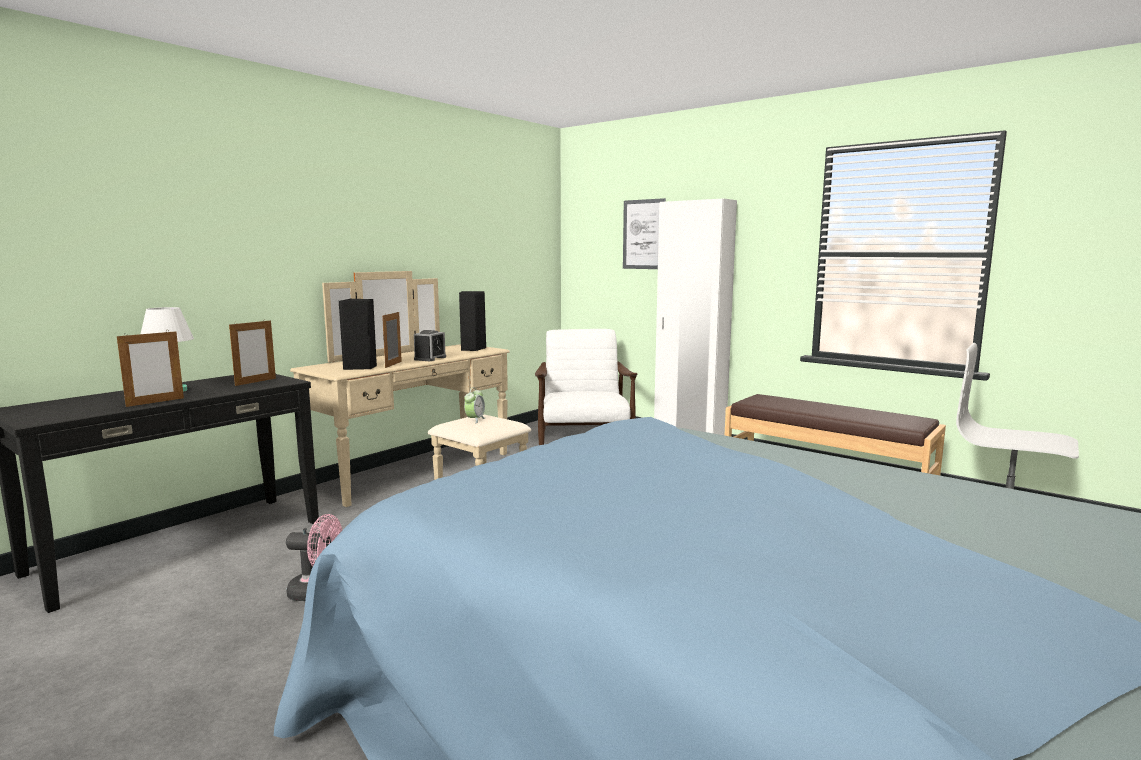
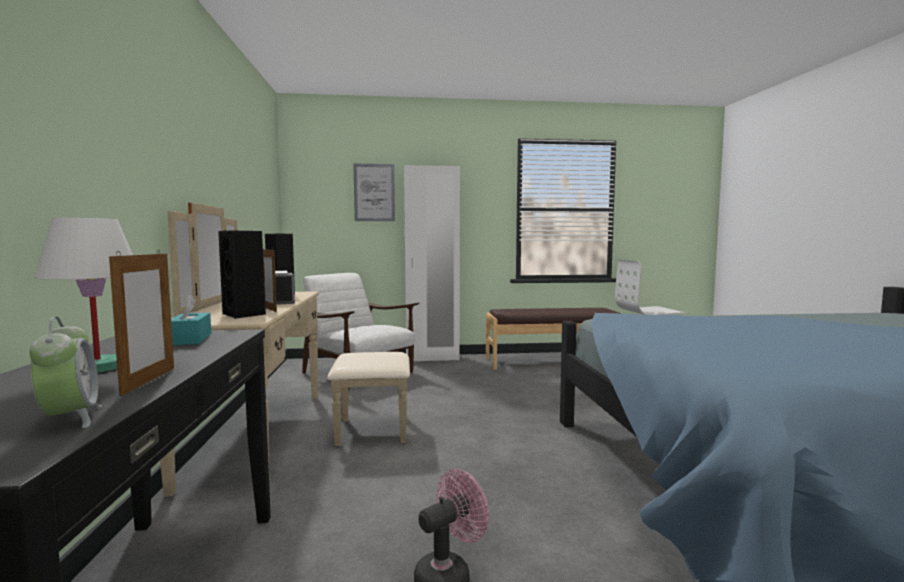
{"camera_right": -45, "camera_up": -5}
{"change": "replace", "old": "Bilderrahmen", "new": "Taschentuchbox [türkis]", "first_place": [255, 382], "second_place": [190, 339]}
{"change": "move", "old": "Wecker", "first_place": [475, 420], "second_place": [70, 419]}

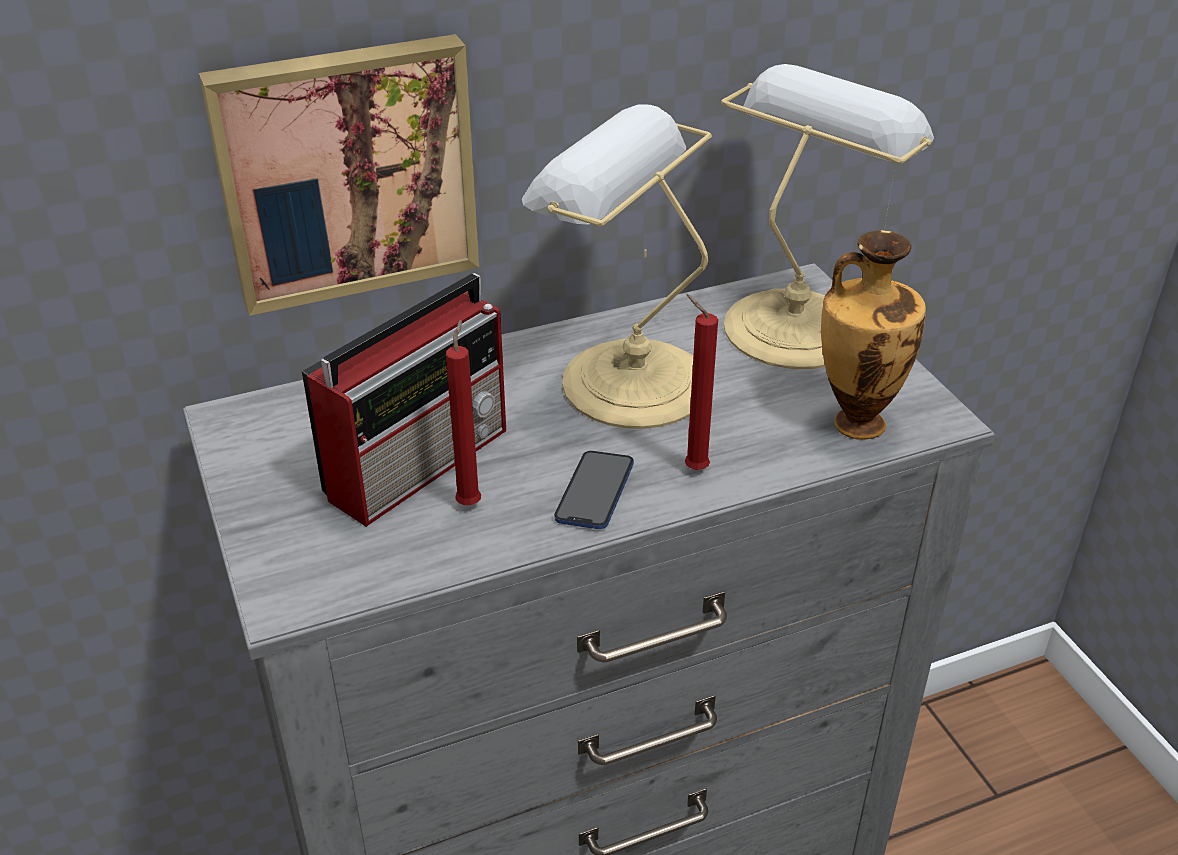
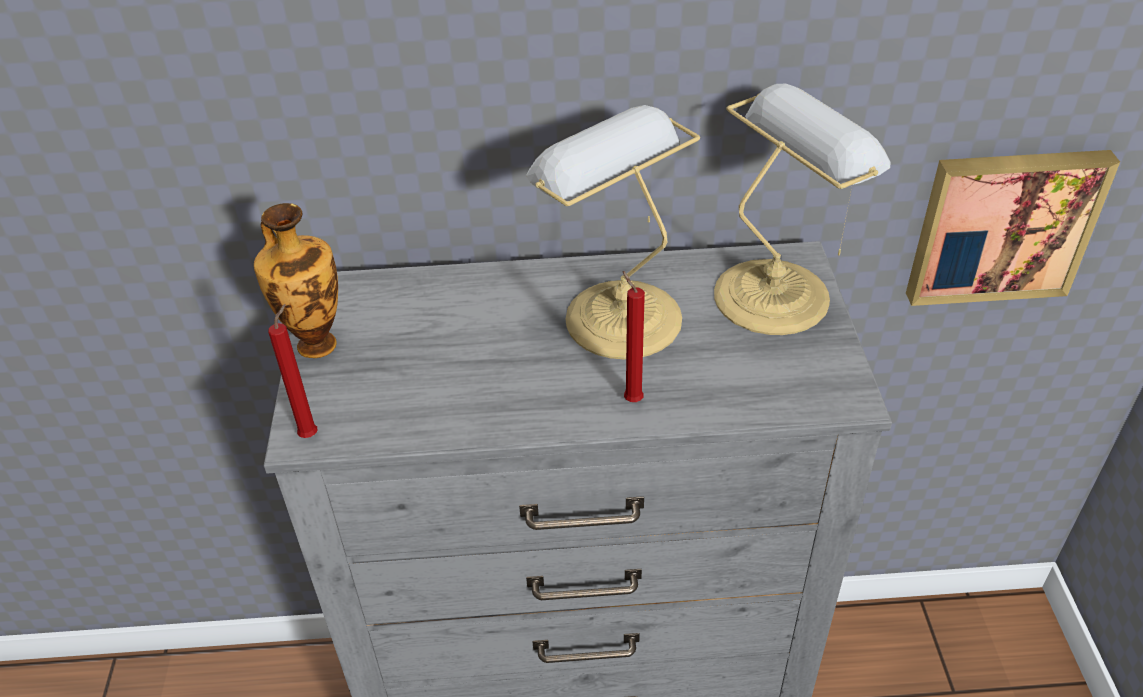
{"camera_right": 20, "camera_up": 5}
{"change": "move", "old": "Bild", "first_place": [346, 171], "second_place": [1002, 225]}
{"change": "delete", "old": "Radio", "first_place": [421, 460]}
{"change": "move", "old": "Kerze [rot]", "first_place": [470, 502], "second_place": [311, 434]}
{"change": "delete", "old": "Handy", "first_place": [594, 492]}
{"change": "move", "old": "Vase", "first_place": [855, 422], "second_place": [315, 343]}

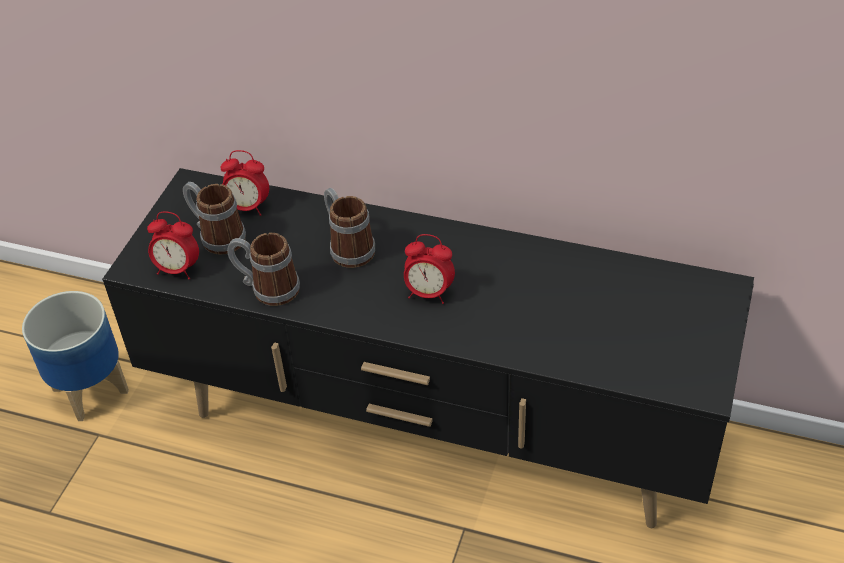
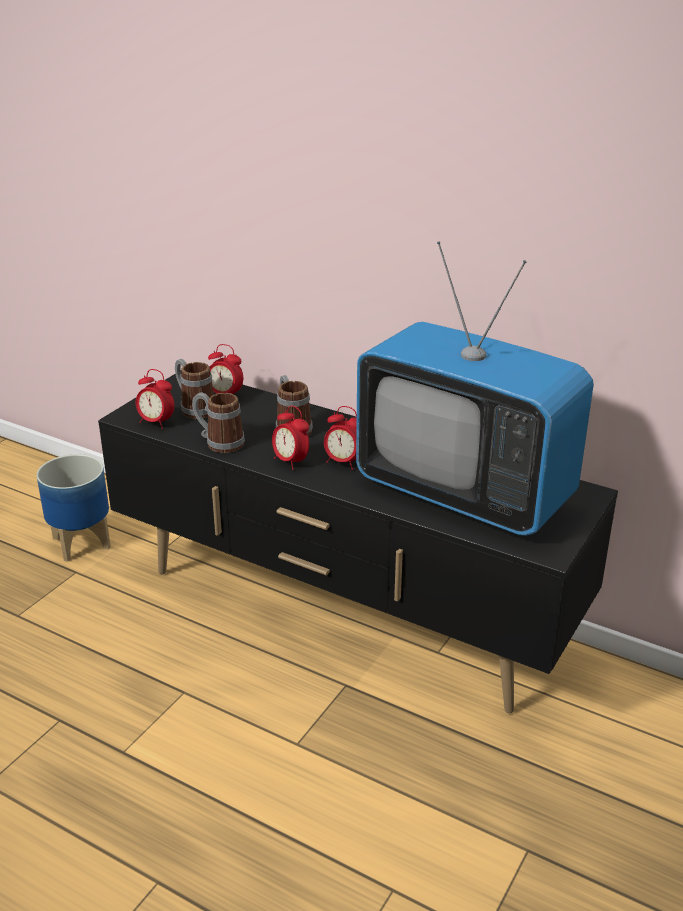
{"camera_right": 10, "camera_up": -15}
{"change": "insert", "new": "Wecker", "second_place": [290, 462]}
{"change": "insert", "new": "Fernseher", "second_place": [464, 493]}

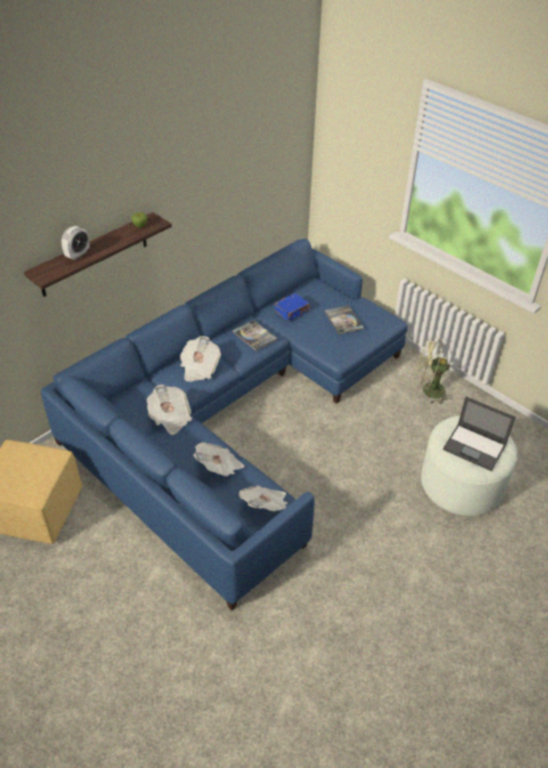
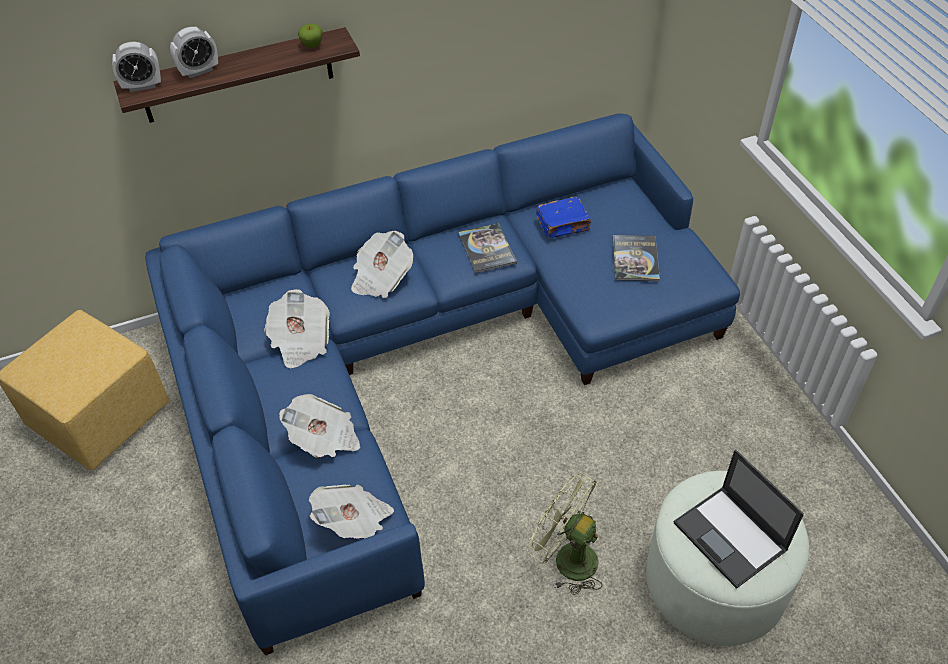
{"camera_right": 25, "camera_up": 5}
{"change": "move", "old": "Ventilator [grün]", "first_place": [428, 391], "second_place": [566, 558]}
{"change": "insert", "new": "Wecker", "second_place": [142, 86]}

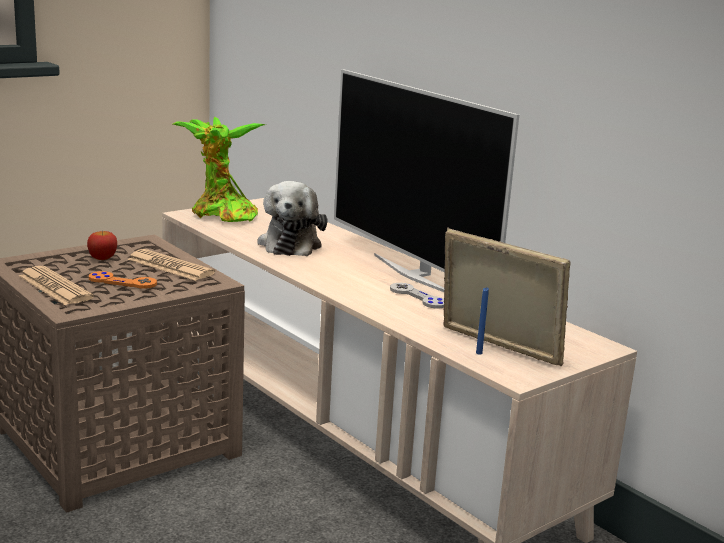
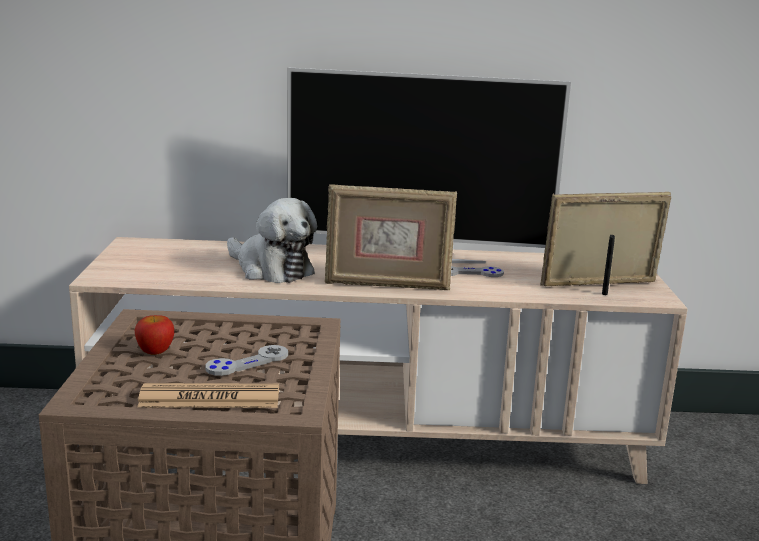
{"camera_right": -50, "camera_up": 0}
{"change": "recolor", "old": "Gamepad [orange]", "new": "Gamepad [grau]", "first_place": [122, 282], "second_place": [247, 362]}
{"change": "delete", "old": "Zeitung", "first_place": [170, 266]}
{"change": "delete", "old": "Topfpflanze", "first_place": [221, 215]}
{"change": "recolor", "old": "Kerze [blau]", "new": "Kerze [schwarz]", "first_place": [479, 353], "second_place": [604, 294]}
{"change": "insert", "new": "Bilderrahmen", "second_place": [387, 285]}

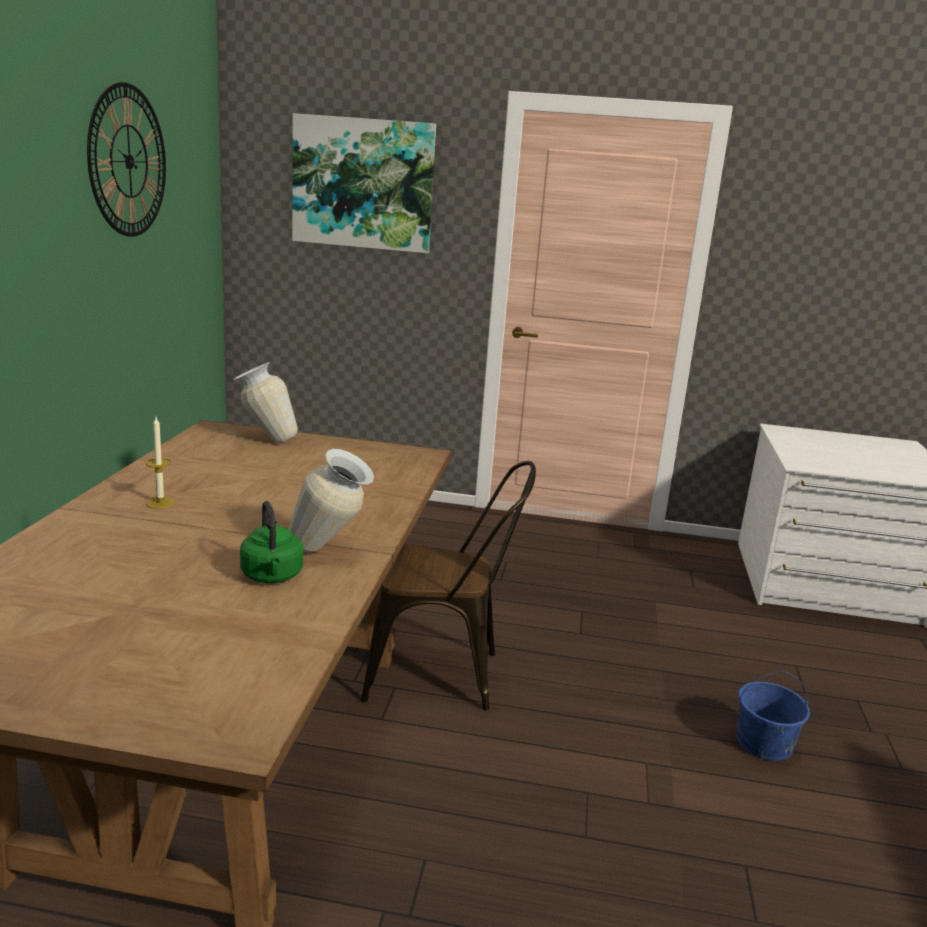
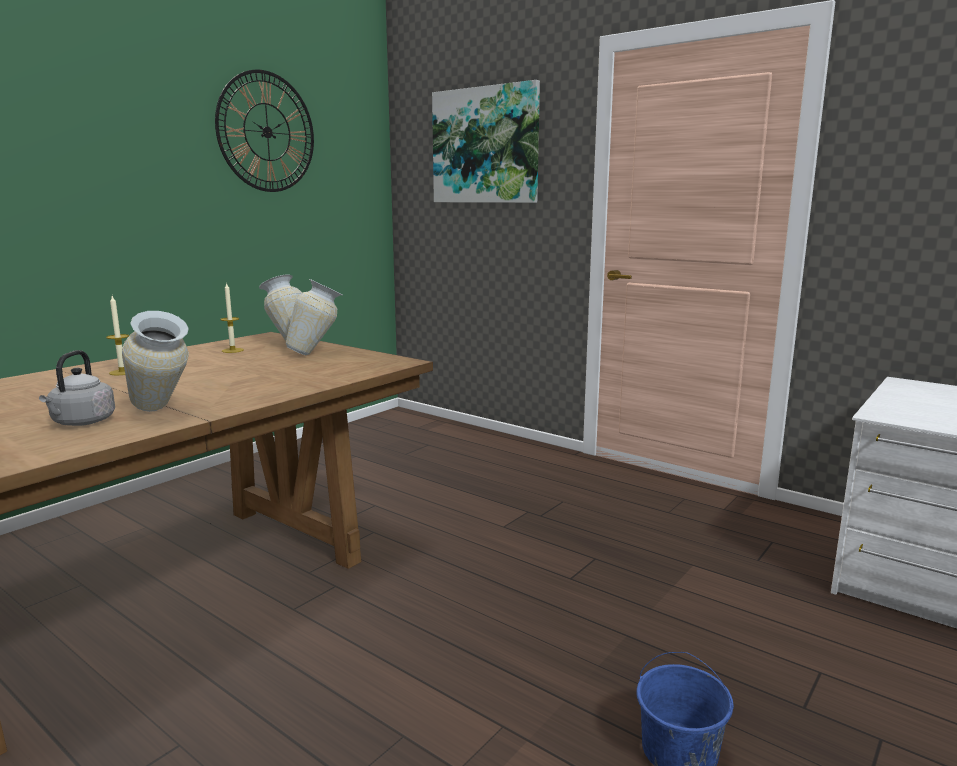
{"camera_right": 30, "camera_up": -5}
{"change": "recolor", "old": "Wasserkessel [grün]", "new": "Wasserkessel [grau]", "first_place": [272, 577], "second_place": [81, 422]}
{"change": "delete", "old": "Stuhl [braun]", "first_place": [444, 675]}
{"change": "insert", "new": "Kerze", "second_place": [232, 350]}
{"change": "insert", "new": "Vase", "second_place": [318, 354]}

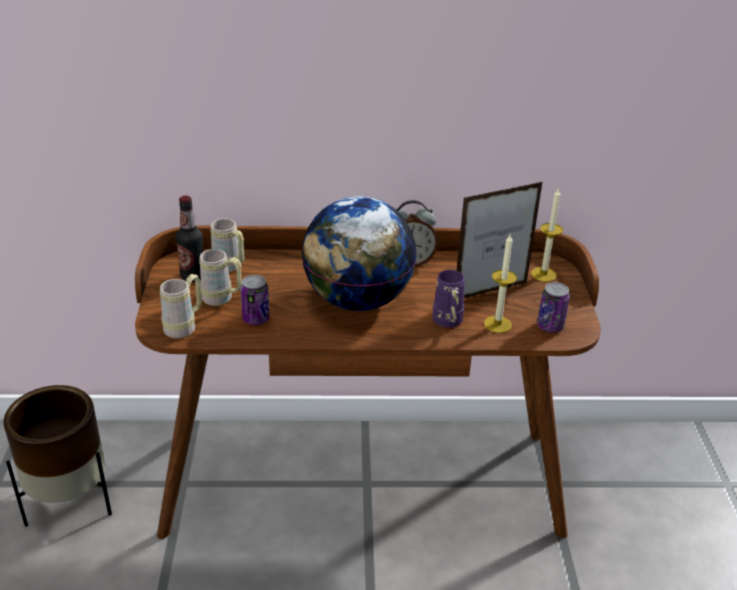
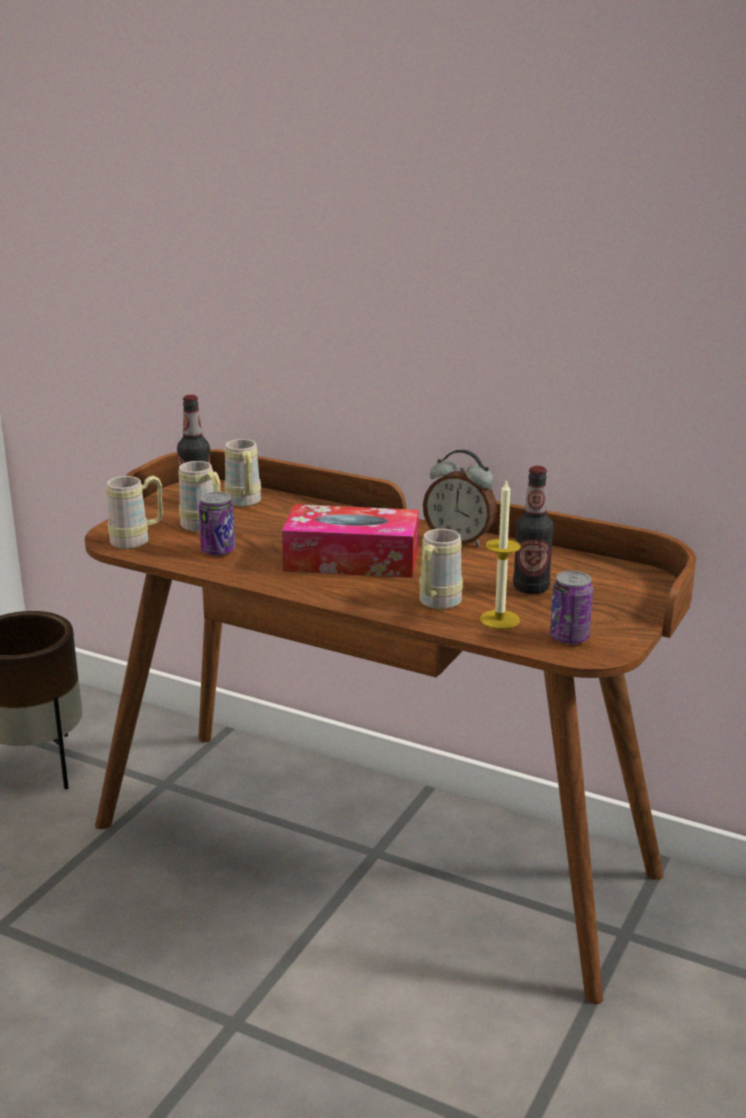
{"camera_right": 30, "camera_up": -10}
{"change": "replace", "old": "Globus", "new": "Taschentuchbox", "first_place": [357, 300], "second_place": [352, 560]}
{"change": "recolor", "old": "Henkelbecher [lila]", "new": "Henkelbecher [beige]", "first_place": [448, 323], "second_place": [436, 604]}
{"change": "replace", "old": "Bilderrahmen", "new": "Flasche", "first_place": [491, 291], "second_place": [531, 588]}
{"change": "delete", "old": "Kerze", "first_place": [543, 274]}

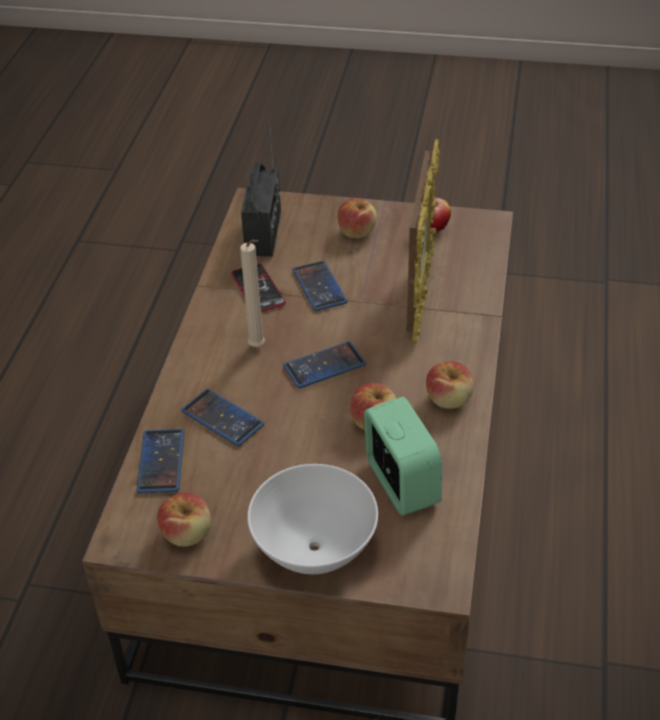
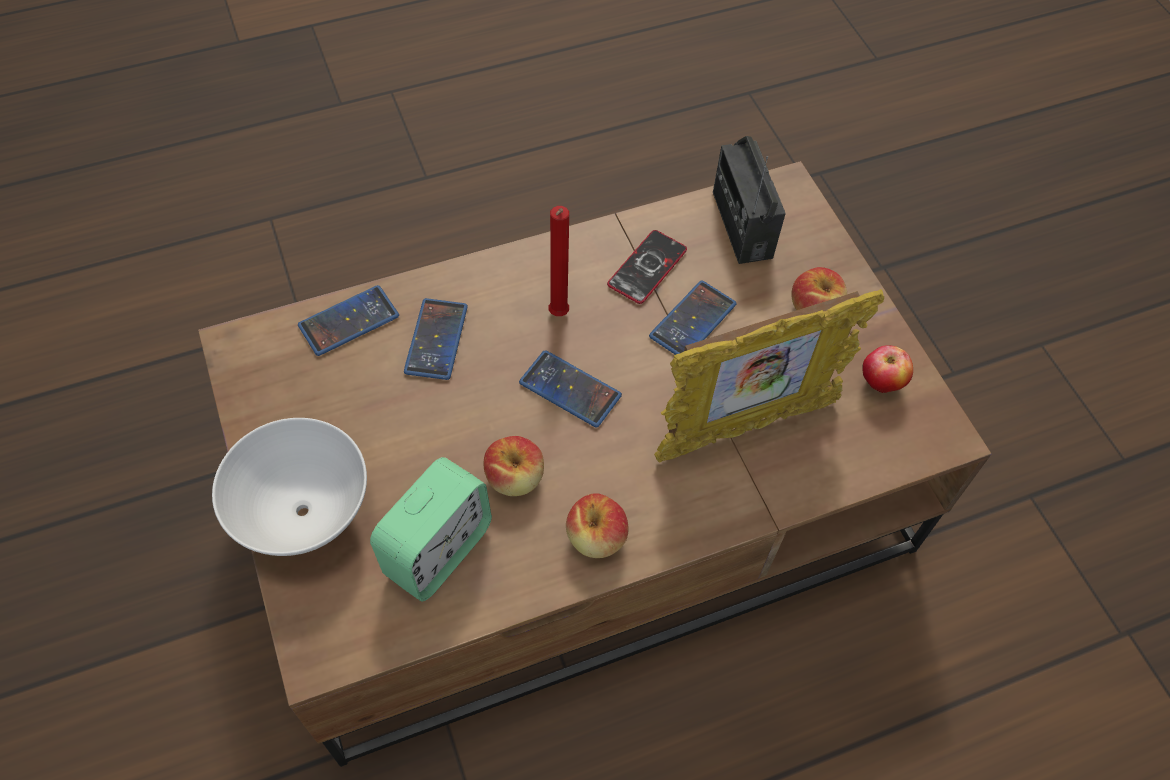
{"camera_right": 55, "camera_up": 15}
{"change": "delete", "old": "Apfel", "first_place": [187, 533]}
{"change": "recolor", "old": "Kerze [beige]", "new": "Kerze [rot]", "first_place": [258, 347], "second_place": [557, 316]}
{"change": "rotate", "old": "Radio", "first_place": [263, 233], "second_place": [741, 225], "degrees": 105}

